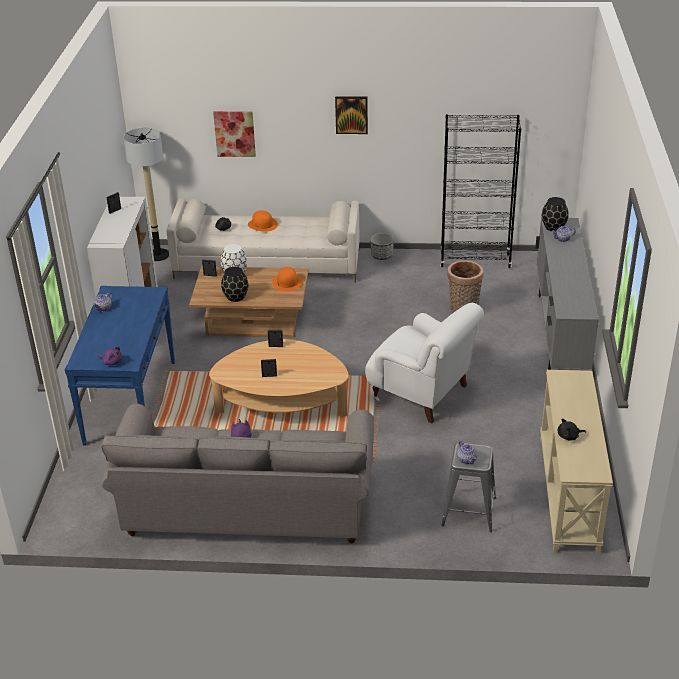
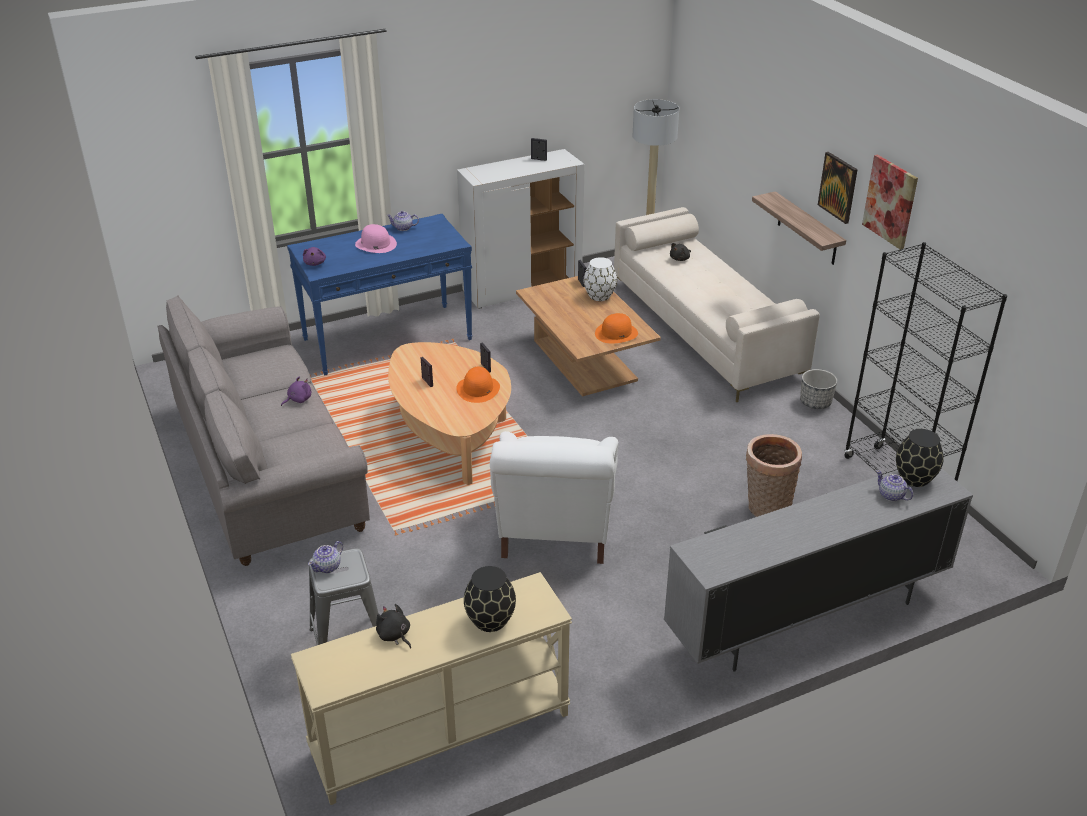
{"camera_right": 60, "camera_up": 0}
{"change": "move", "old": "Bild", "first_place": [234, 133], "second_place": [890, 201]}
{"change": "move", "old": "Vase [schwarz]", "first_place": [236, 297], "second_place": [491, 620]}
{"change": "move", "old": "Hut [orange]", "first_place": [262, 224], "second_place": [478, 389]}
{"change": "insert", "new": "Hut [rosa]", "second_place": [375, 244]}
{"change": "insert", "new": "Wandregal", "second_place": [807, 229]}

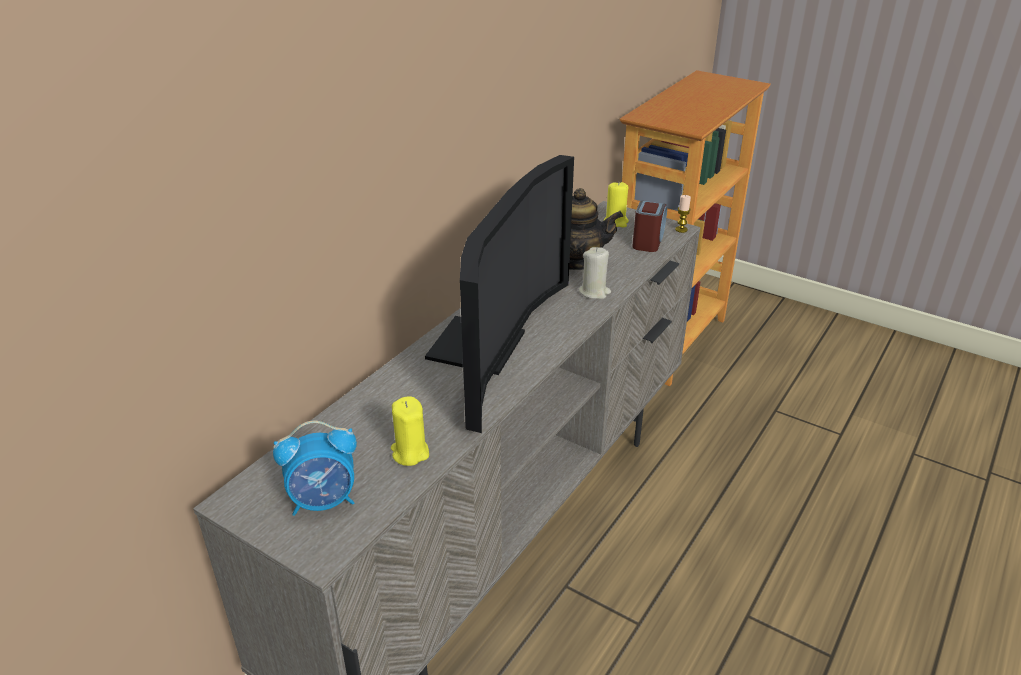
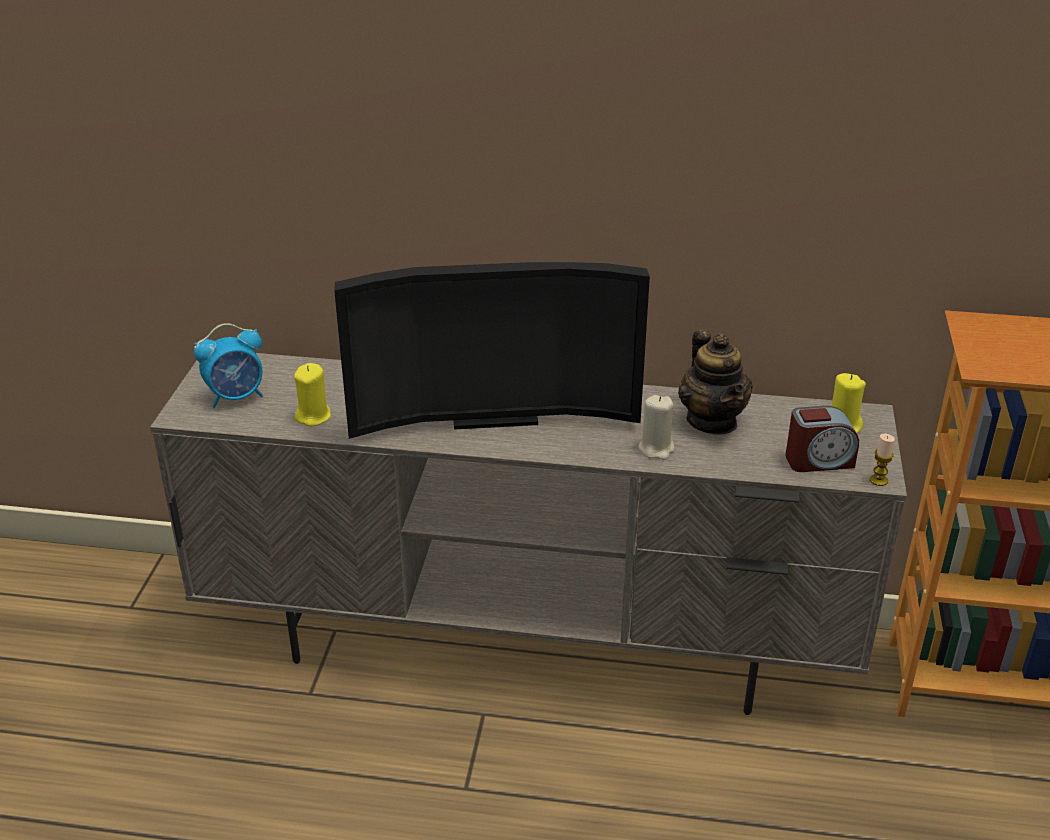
{"camera_right": 65, "camera_up": 0}
{"change": "rotate", "old": "Wecker", "first_place": [324, 501], "second_place": [236, 397], "degrees": -75}

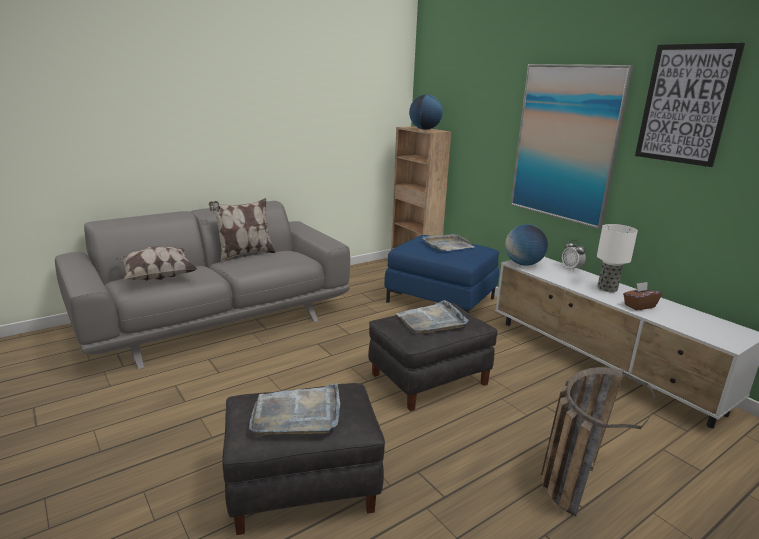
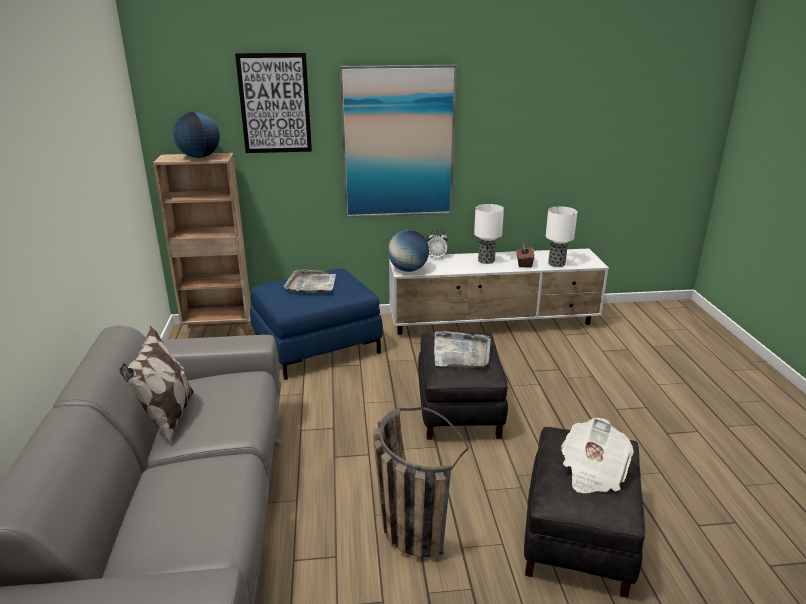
{"camera_right": -60, "camera_up": 5}
{"change": "delete", "old": "Kissen", "first_place": [157, 277]}
{"change": "replace", "old": "Tablett [grau]", "new": "Zeitung", "first_place": [297, 413], "second_place": [592, 472]}
{"change": "move", "old": "Korb", "first_place": [575, 477], "second_place": [406, 522]}
{"change": "move", "old": "Bild", "first_place": [685, 104], "second_place": [275, 103]}
{"change": "insert", "new": "Tischlampe", "second_place": [556, 264]}

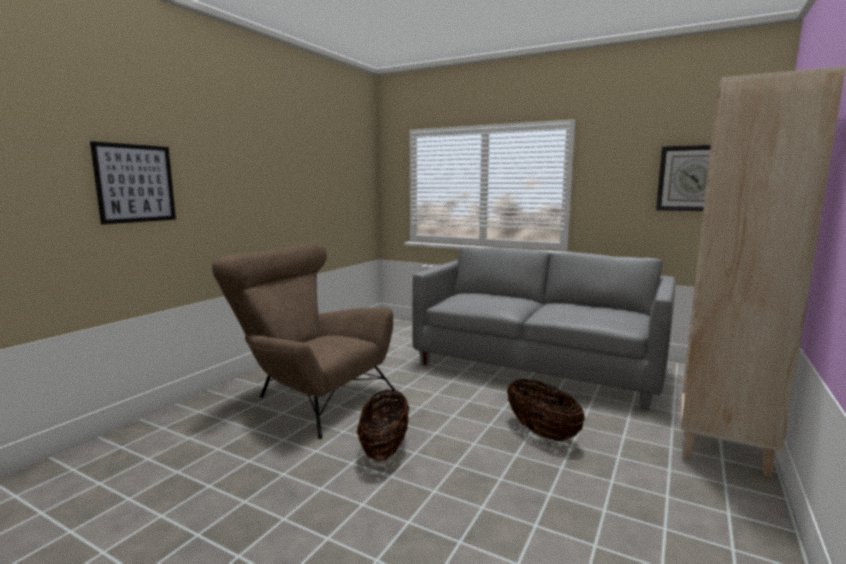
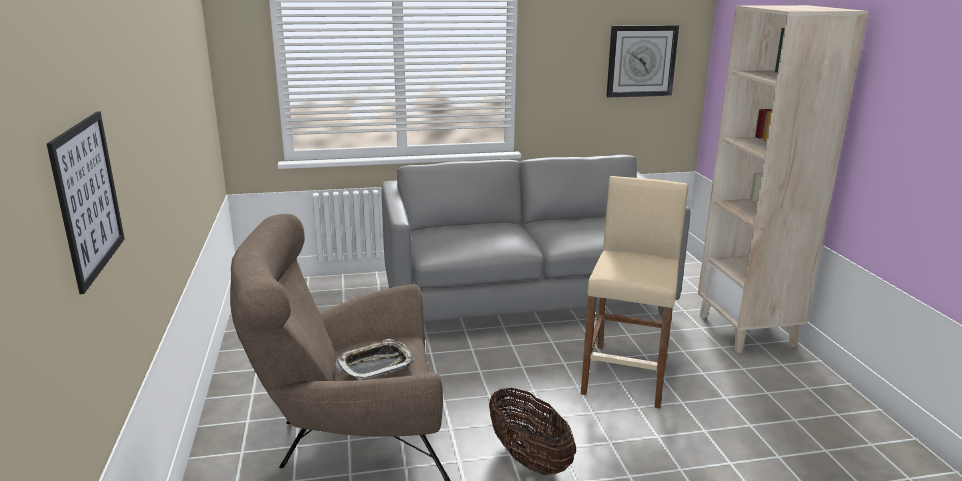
{"camera_right": -40, "camera_up": 10}
{"change": "replace", "old": "Korb", "new": "Hocker [beige]", "first_place": [542, 432], "second_place": [626, 374]}
{"change": "insert", "new": "Tablett", "second_place": [375, 364]}

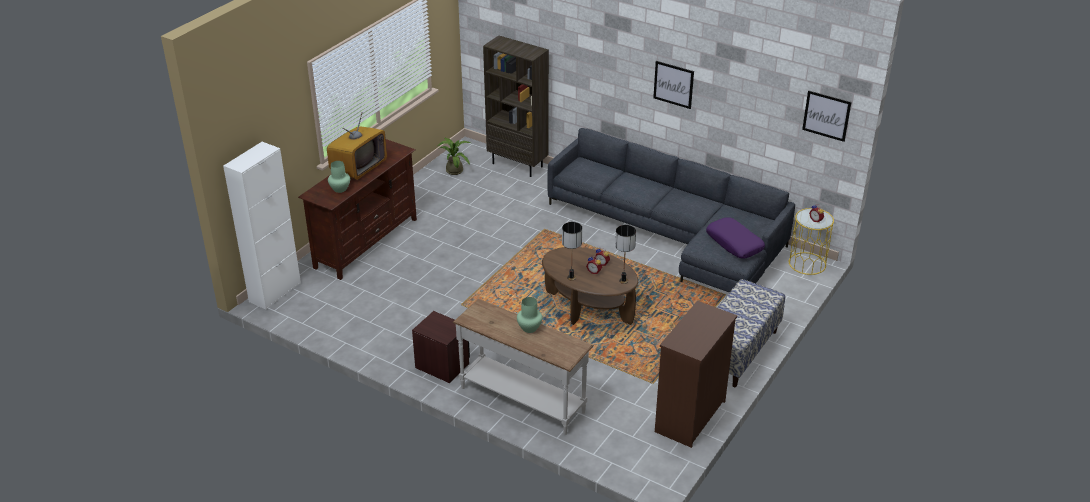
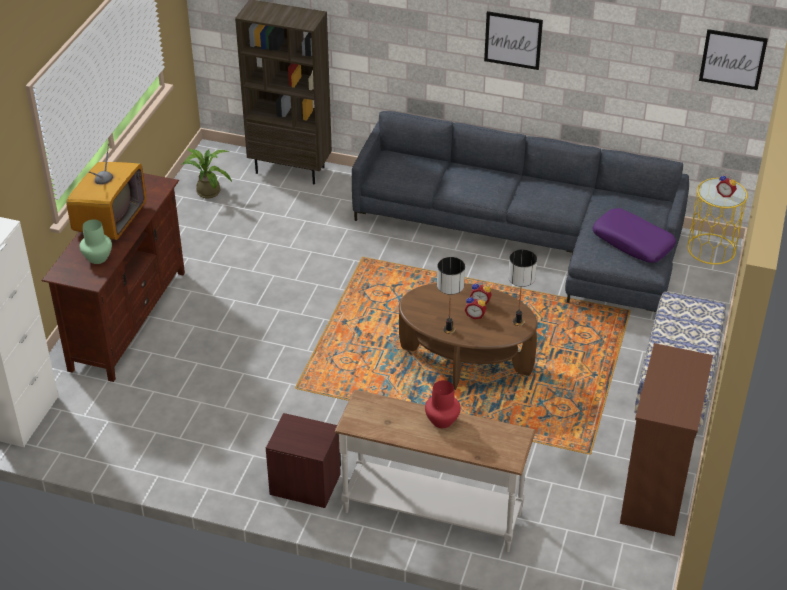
{"camera_right": -15, "camera_up": 5}
{"change": "recolor", "old": "Vase [grün]", "new": "Vase [rot]", "first_place": [529, 328], "second_place": [442, 421]}

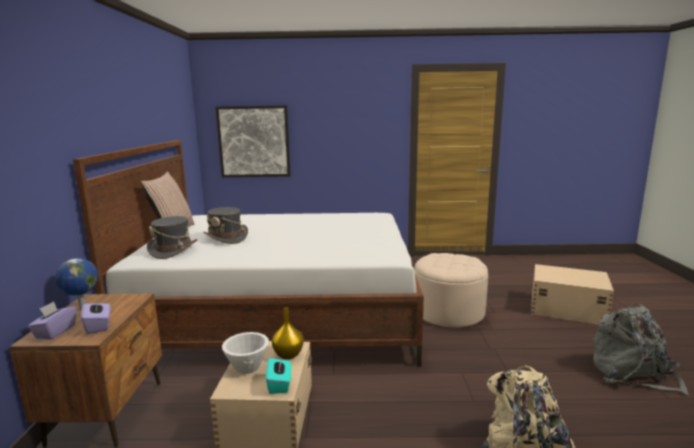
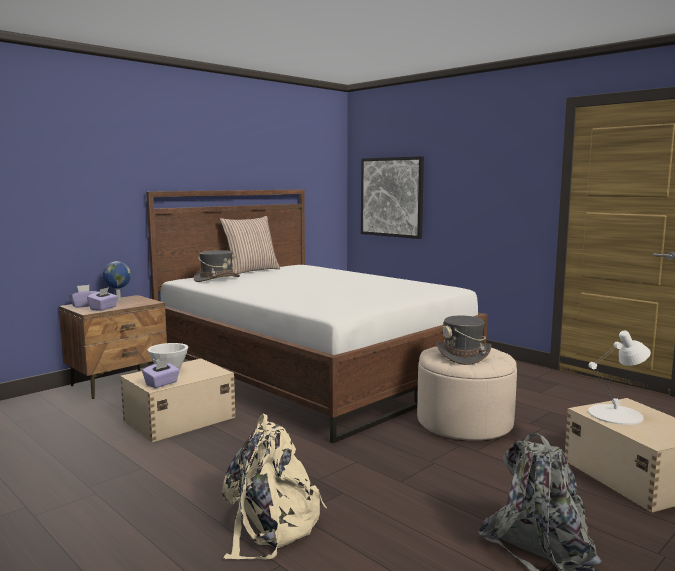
{"camera_right": 45, "camera_up": -5}
{"change": "move", "old": "Hut [grau]", "first_place": [226, 238], "second_place": [463, 355]}
{"change": "recolor", "old": "Taschentuchbox [türkis]", "new": "Taschentuchbox [lila]", "first_place": [279, 384], "second_place": [162, 384]}
{"change": "delete", "old": "Vase [gelb]", "first_place": [288, 355]}
{"change": "insert", "new": "Tischlampe [weiß]", "second_place": [616, 414]}

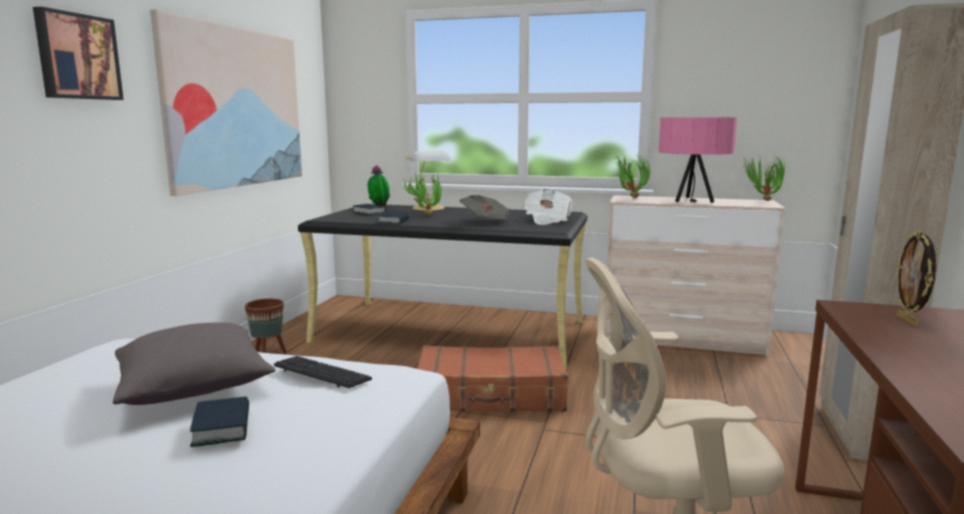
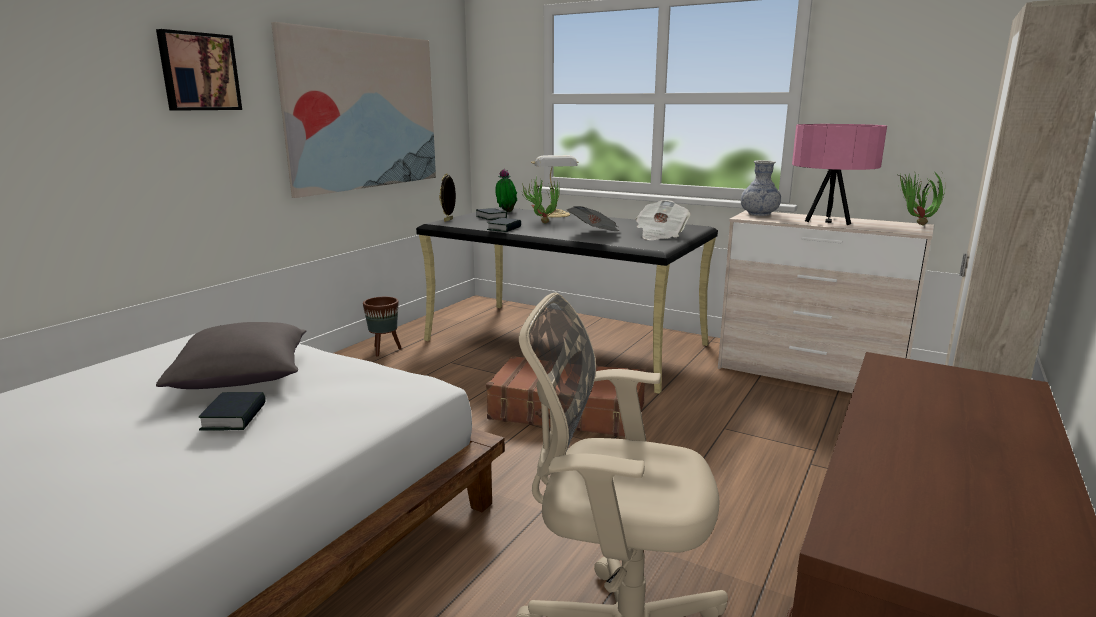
{"camera_right": 15, "camera_up": 5}
{"change": "delete", "old": "Tastatur", "first_place": [322, 374]}
{"change": "replace", "old": "Topfpflanze", "new": "Vase", "first_place": [629, 198], "second_place": [759, 214]}
{"change": "move", "old": "Bilderrahmen", "first_place": [908, 321], "second_place": [449, 220]}

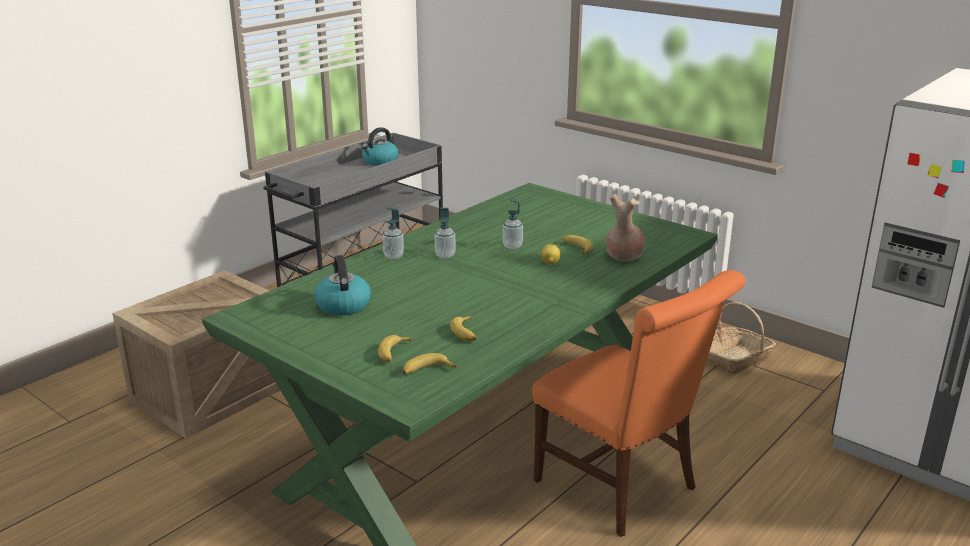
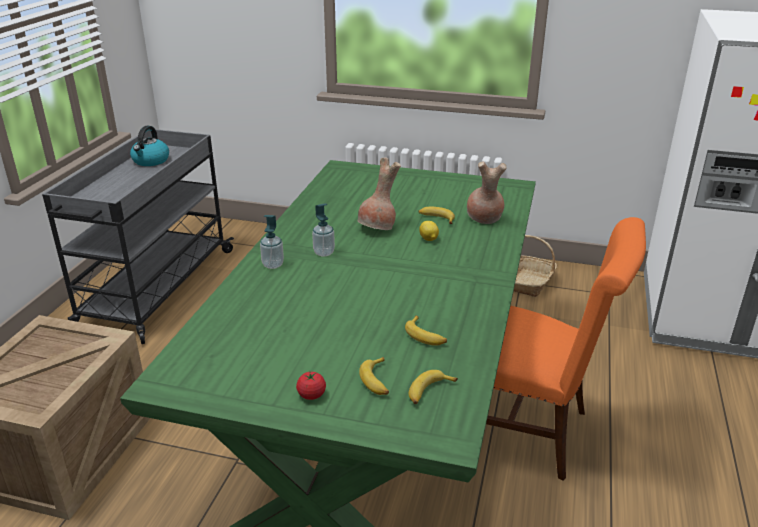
{"camera_right": -25, "camera_up": 5}
{"change": "delete", "old": "Wasserkessel", "first_place": [343, 305]}
{"change": "replace", "old": "Seifenspender", "new": "Vase [braun]", "first_place": [512, 246], "second_place": [378, 229]}
{"change": "insert", "new": "Tomate", "second_place": [311, 395]}

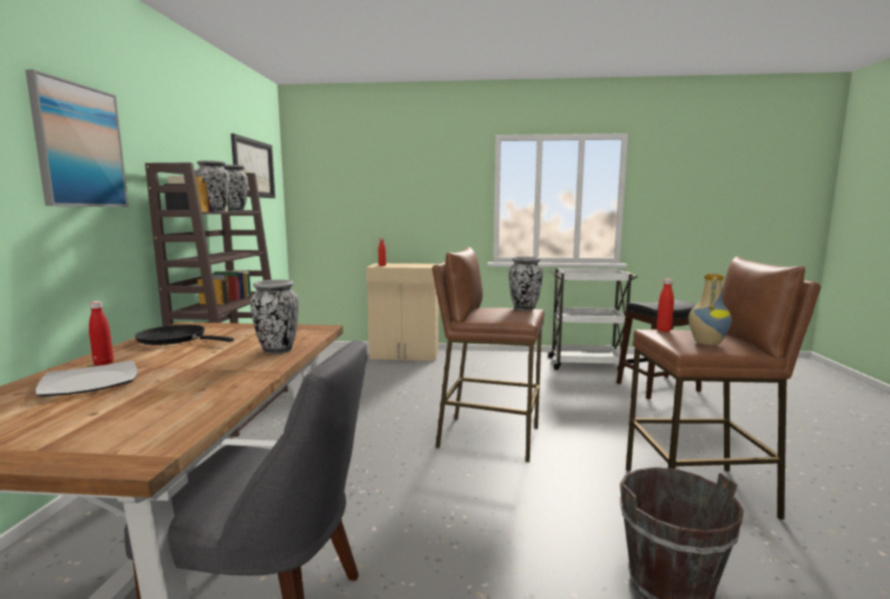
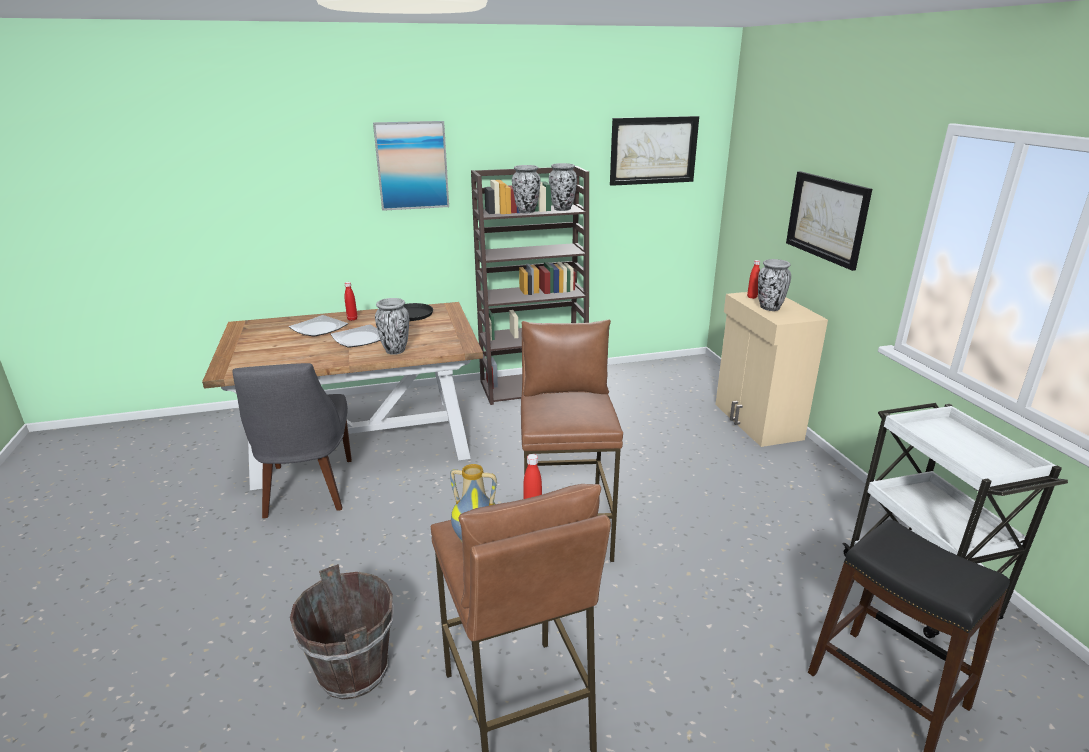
{"camera_right": 70, "camera_up": 15}
{"change": "move", "old": "Vase", "first_place": [524, 308], "second_place": [769, 308]}
{"change": "insert", "new": "Teller", "second_place": [360, 339]}
{"change": "insert", "new": "Bild", "second_place": [827, 218]}

